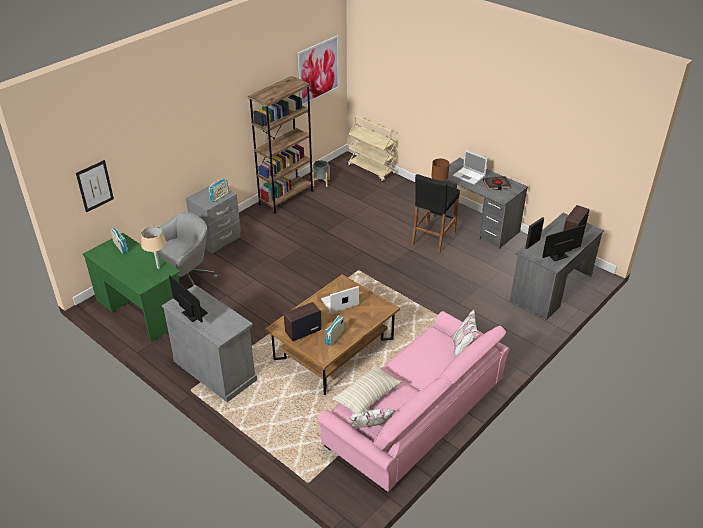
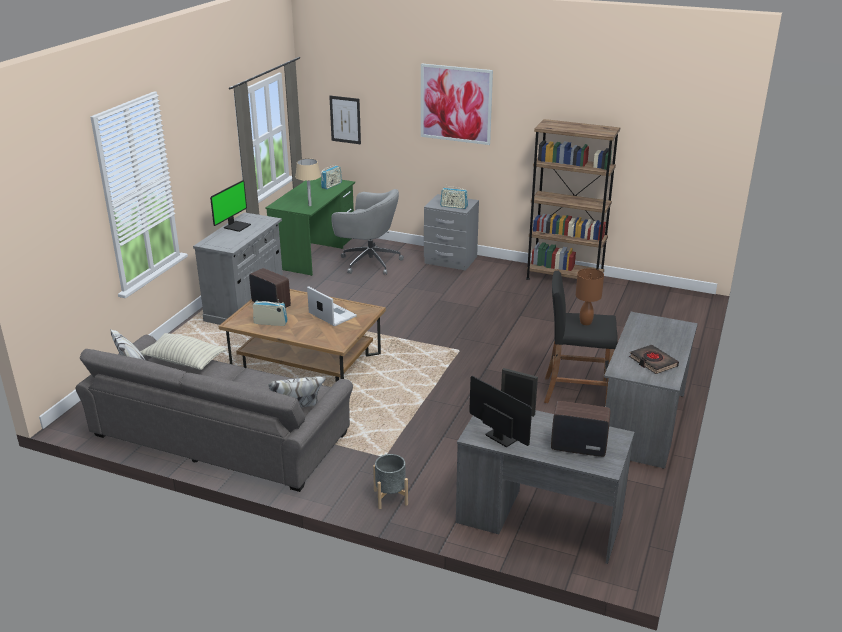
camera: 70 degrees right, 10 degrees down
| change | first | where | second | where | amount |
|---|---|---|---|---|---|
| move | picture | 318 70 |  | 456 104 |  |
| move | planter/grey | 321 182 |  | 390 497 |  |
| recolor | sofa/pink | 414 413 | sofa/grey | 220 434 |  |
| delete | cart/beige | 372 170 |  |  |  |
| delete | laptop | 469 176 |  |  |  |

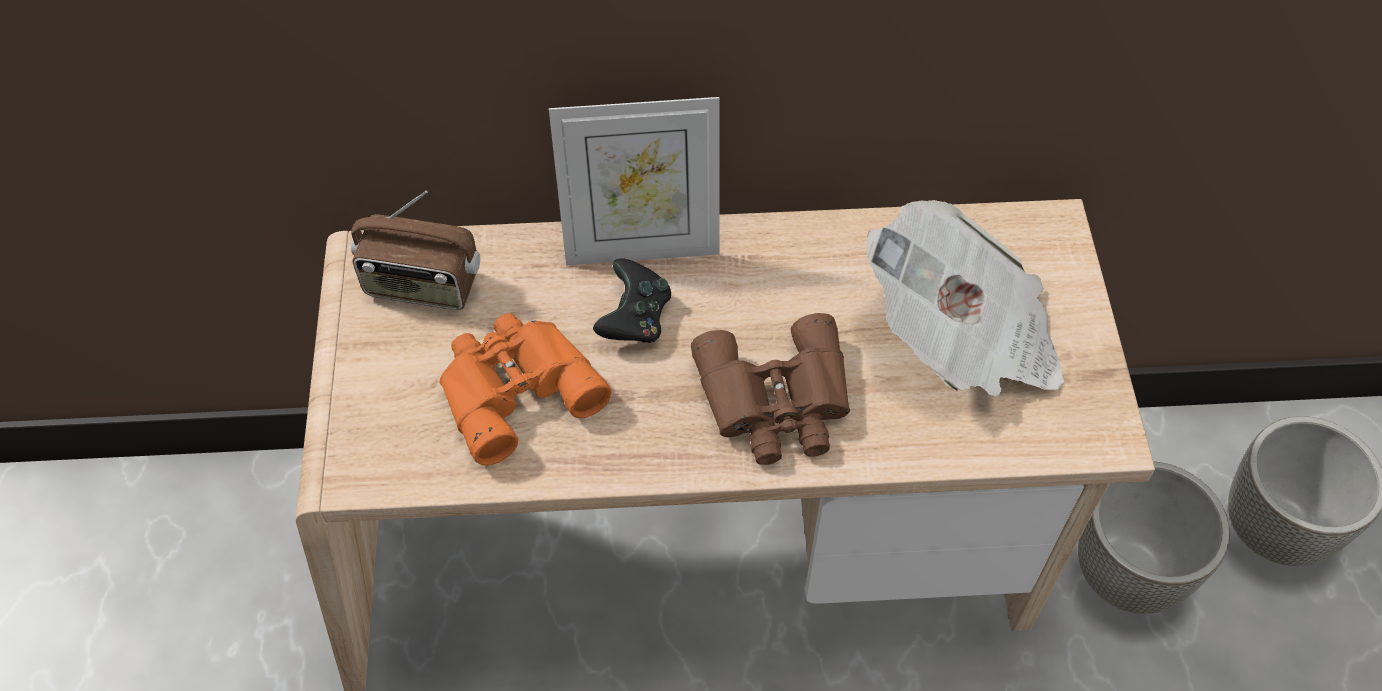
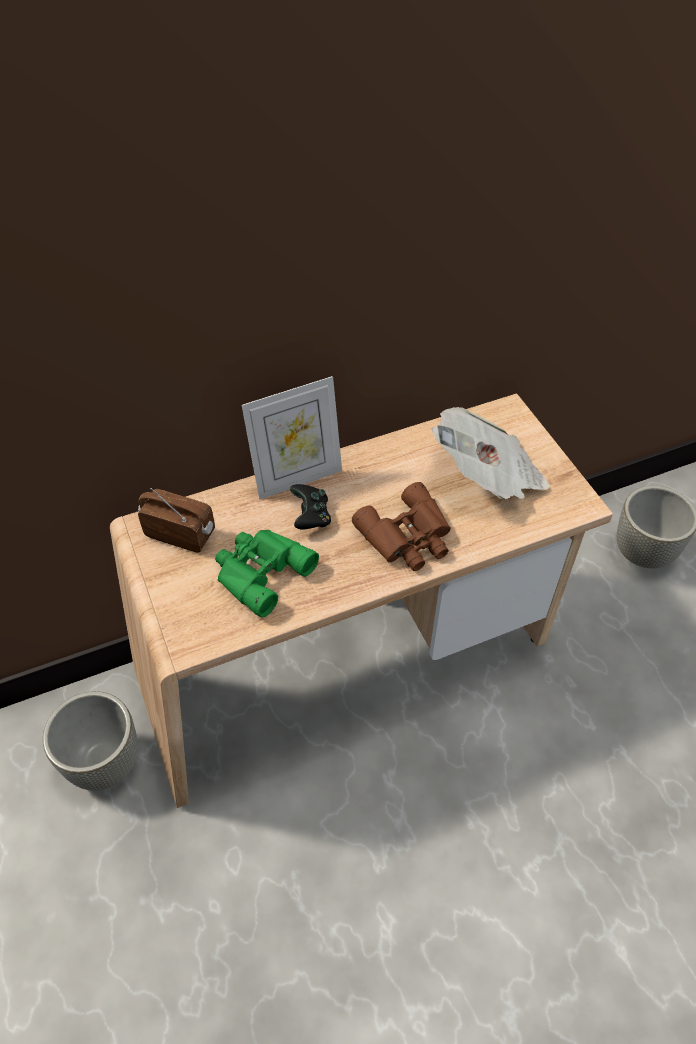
camera: 20 degrees left, 5 degrees down
| change | first | where | second | where | amount |
|---|---|---|---|---|---|
| rotate | radio | 422 286 |  | 181 533 | 150 degrees counterclockwise |
| recolor | binoculars/orange | 514 388 | binoculars/green | 260 572 |  |
| move | planter/grey | 1128 573 |  | 106 762 |  |

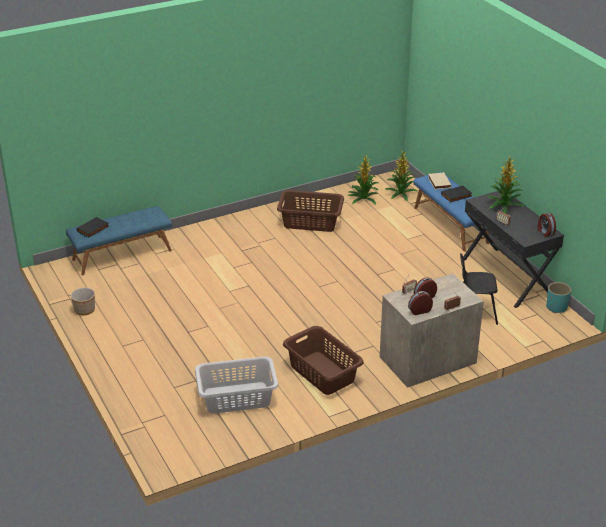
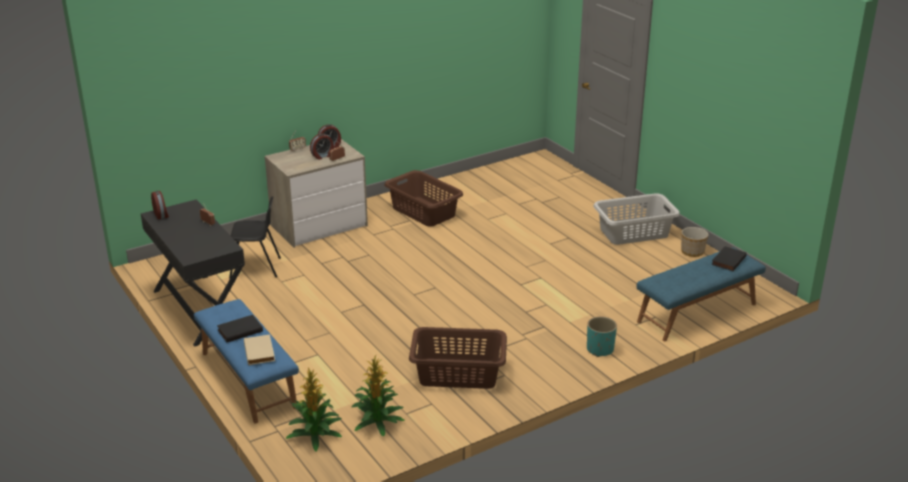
camera: 175 degrees right, 5 degrees down
| change | first | where | second | where | amount |
|---|---|---|---|---|---|
| move | laundry basket/grey | 236 397 |  | 634 233 |  |
| delete | potted plant | 503 205 |  |  |  |
| move | planter/turquoise | 556 307 |  | 600 349 |  |

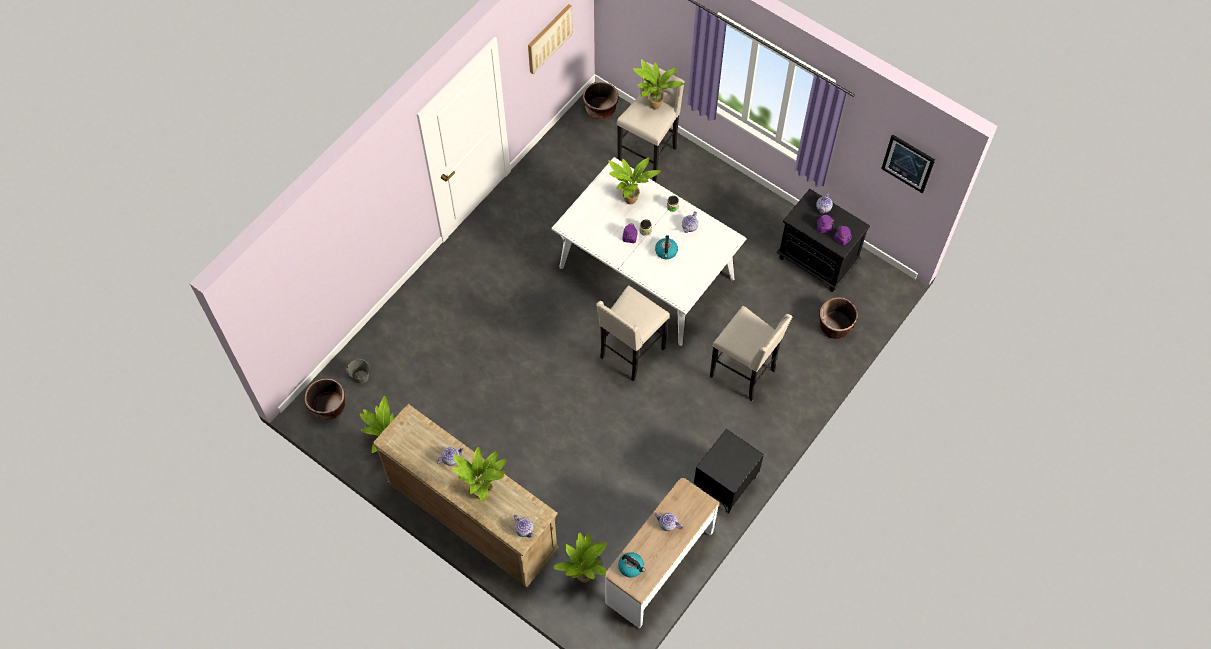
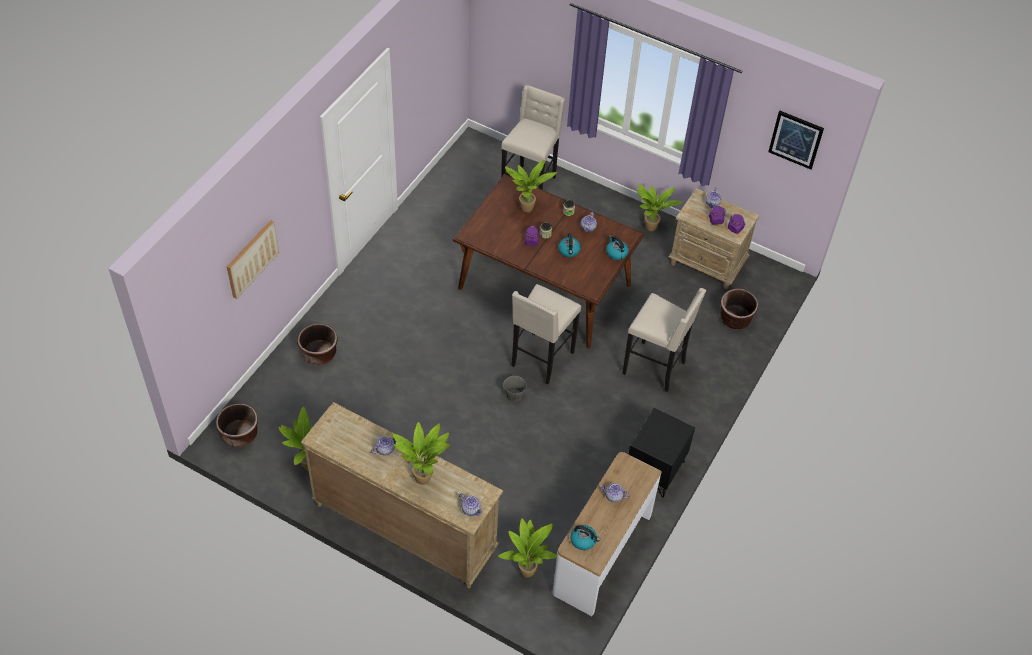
camera: 10 degrees left, 10 degrees down
| change | first | where | second | where | amount |
|---|---|---|---|---|---|
| move | bucket/grey | 360 377 |  | 514 395 |  |
| move | picture | 549 38 |  | 251 258 |  |
| recolor | dining table/white | 647 273 | dining table/brown | 545 286 |  |
| move | planter/brown | 600 109 |  | 319 354 |  |
| move | potted plant | 654 107 |  | 650 229 |  |
| recolor | nightstand/black | 817 261 | nightstand/beige | 707 264 |  |
| insert |  |  | kettle | 616 253 |  |

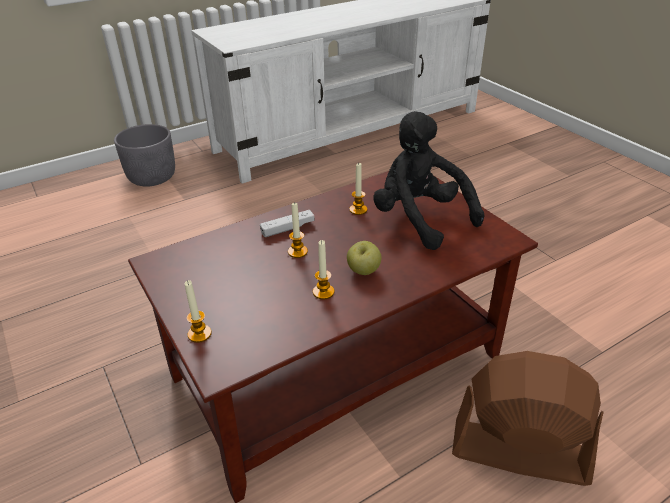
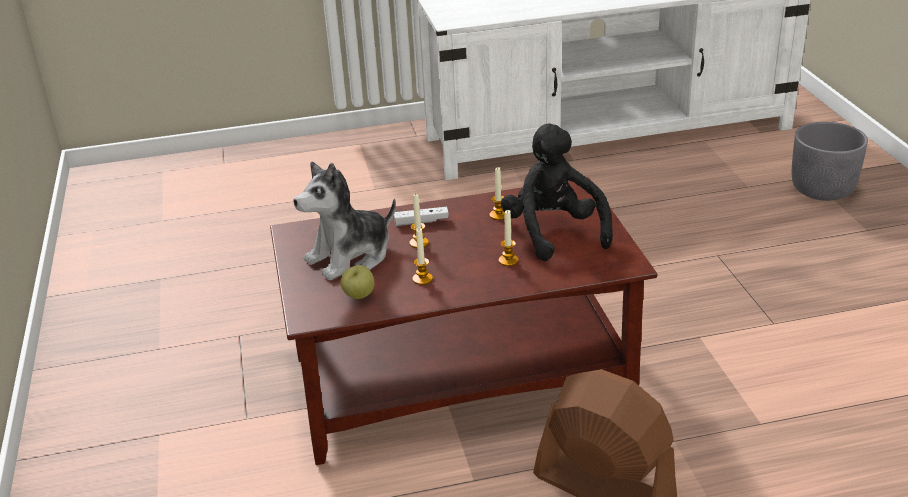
camera: 20 degrees right, 5 degrees down
| change | first | where | second | where | amount |
|---|---|---|---|---|---|
| move | planter/grey | 152 177 |  | 822 189 |  |
| move | candle | 199 334 |  | 508 260 |  |
| move | apple | 363 271 |  | 359 296 |  |
| insert |  |  | plush toy | 350 257 |  |

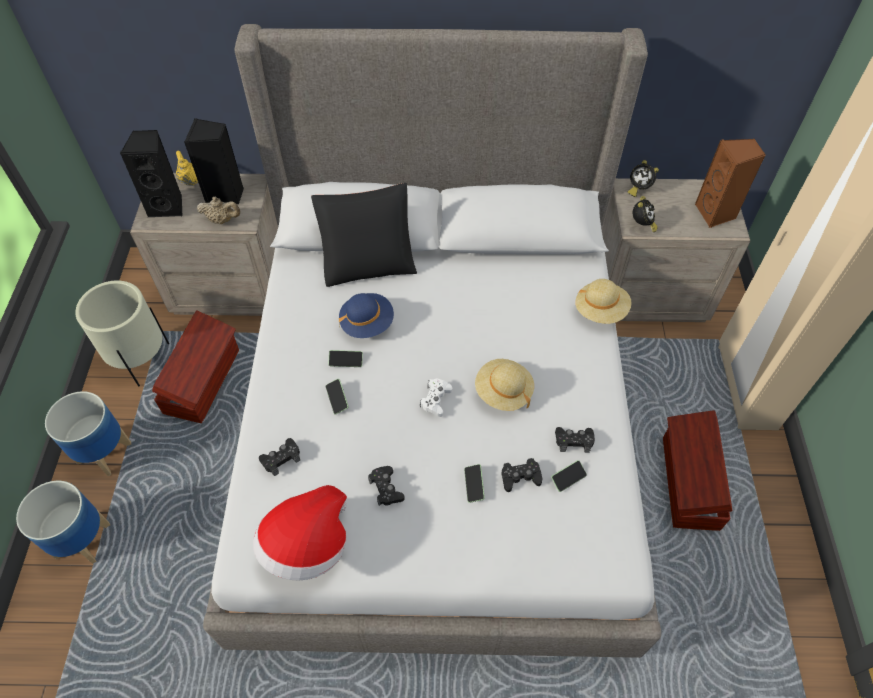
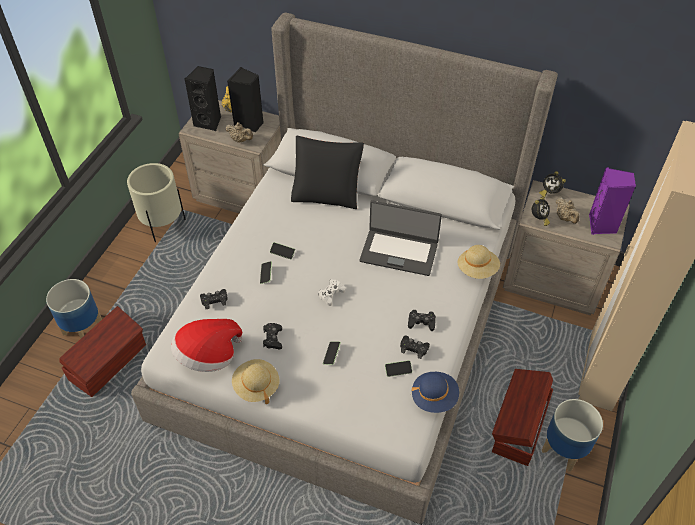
camera: 20 degrees right, 5 degrees down
| change | first | where | second | where | amount |
|---|---|---|---|---|---|
| move | planter | 104 454 |  | 563 451 |  |
| move | storage box/brown | 204 381 |  | 109 362 |  |
| move | hat/blue | 367 323 |  | 434 397 |  |
| move | hat/beige | 503 392 |  | 256 386 |  |
| move | game controller/black | 520 477 |  | 421 322 |  |
| recolor | speaker/brown | 716 214 | speaker/purple | 602 225 |  |
| insert |  |  | laptop | 399 252 |  |
| insert |  |  | teapot/beige | 565 218 |  |

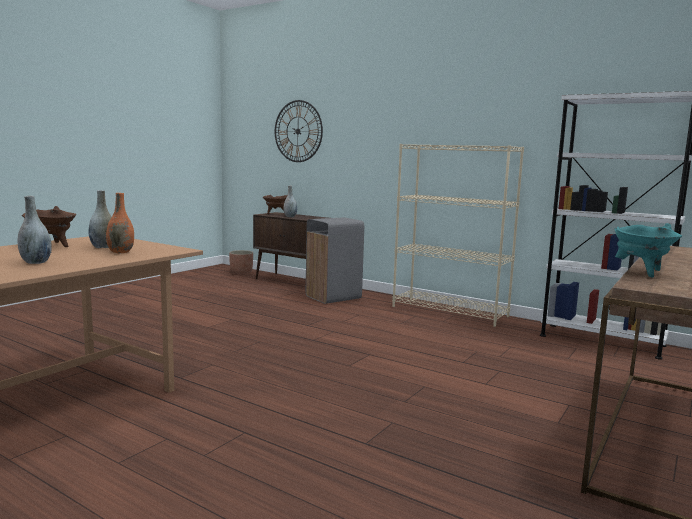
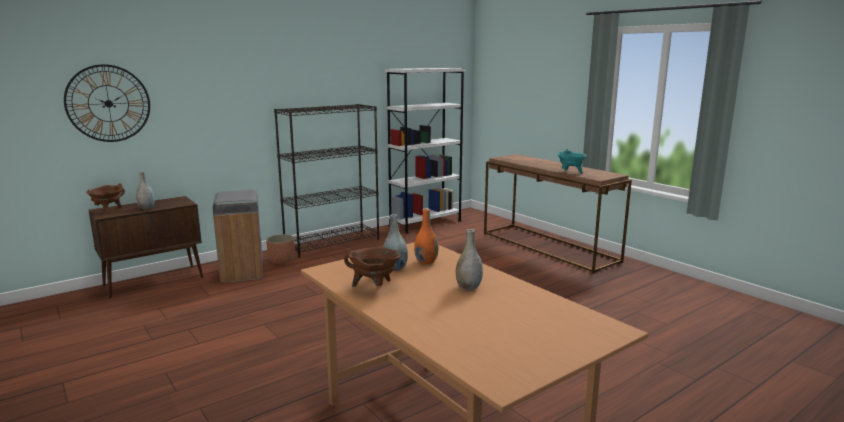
camera: 70 degrees left, 5 degrees up
| change | first | where | second | where | amount |
|---|---|---|---|---|---|
| move | planter | 241 272 |  | 281 260 |  |
| recolor | bookcase/beige | 450 311 | bookcase/black | 333 243 |  |

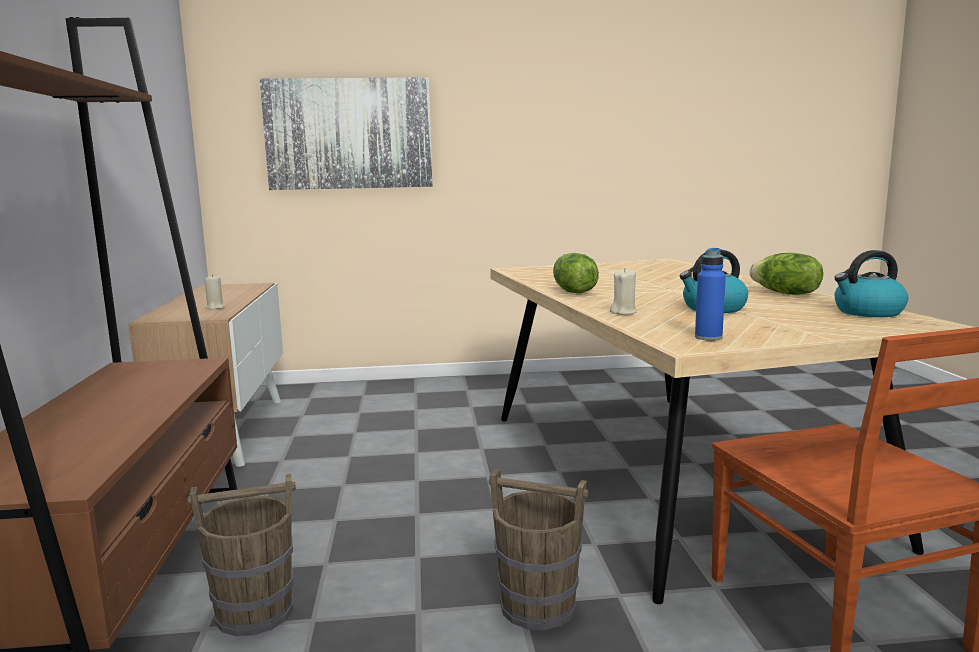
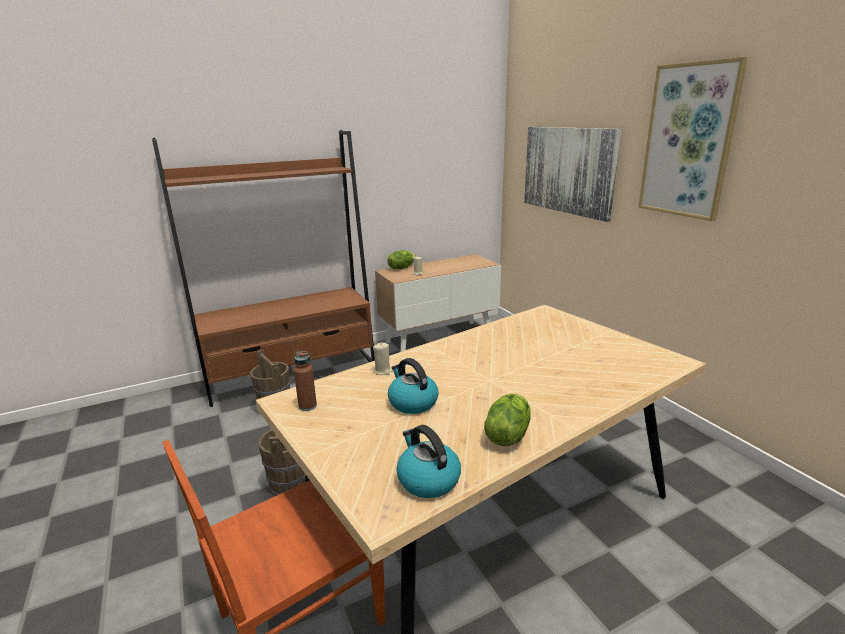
camera: 70 degrees right, 10 degrees up
| change | first | where | second | where | amount |
|---|---|---|---|---|---|
| move | lettuce | 573 292 |  | 401 268 |  |
| recolor | bottle/blue | 708 337 | bottle/brown | 307 406 |  |
| insert |  |  | picture | 688 141 |  |

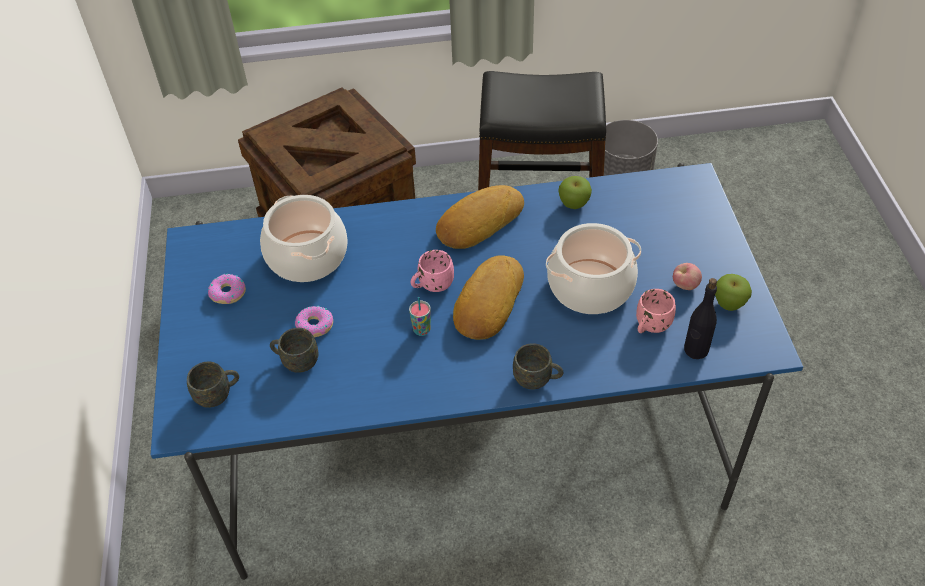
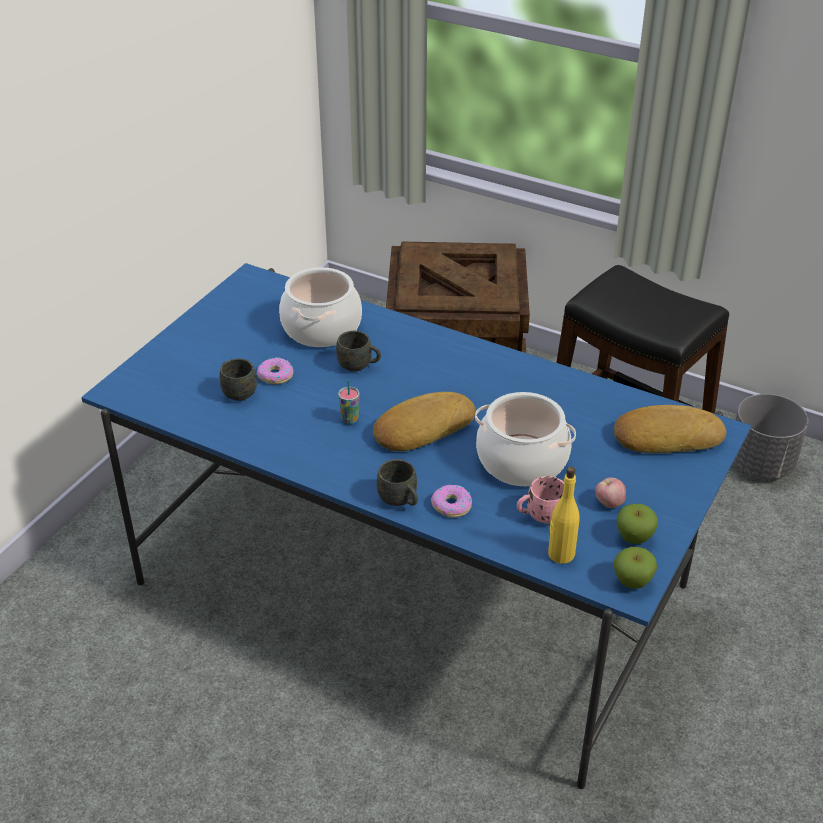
camera: 35 degrees right, 10 degrees down
| change | first | where | second | where | amount |
|---|---|---|---|---|---|
| move | mug/grey | 218 394 |  | 359 366 |  |
| move | donut | 228 293 |  | 451 506 |  |
| delete | mug/pink | 432 285 |  |  |  |
| move | bread | 478 222 |  | 666 436 |  |
| move | apple | 574 204 |  | 632 582 |  |
| recolor | bottle/black | 695 350 | bottle/yellow | 560 554 |  |

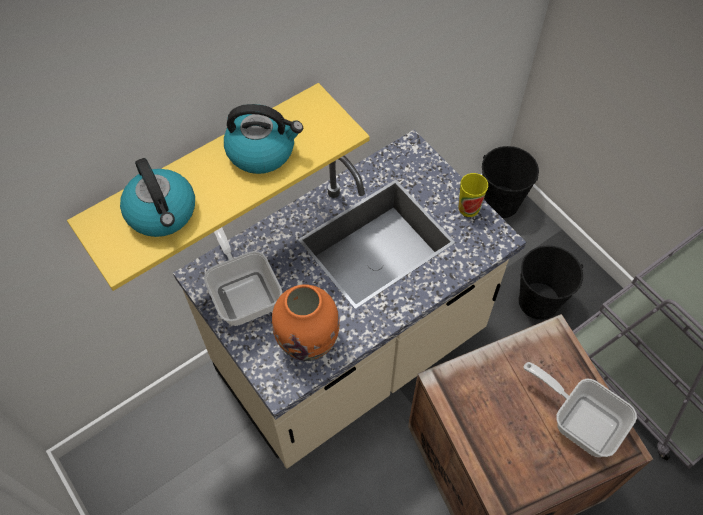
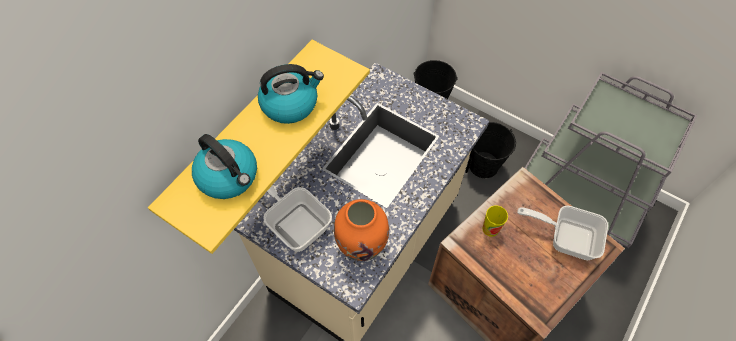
camera: 20 degrees left, 0 degrees up
| change | first | where | second | where | amount |
|---|---|---|---|---|---|
| move | cup | 469 208 |  | 490 229 |  |

